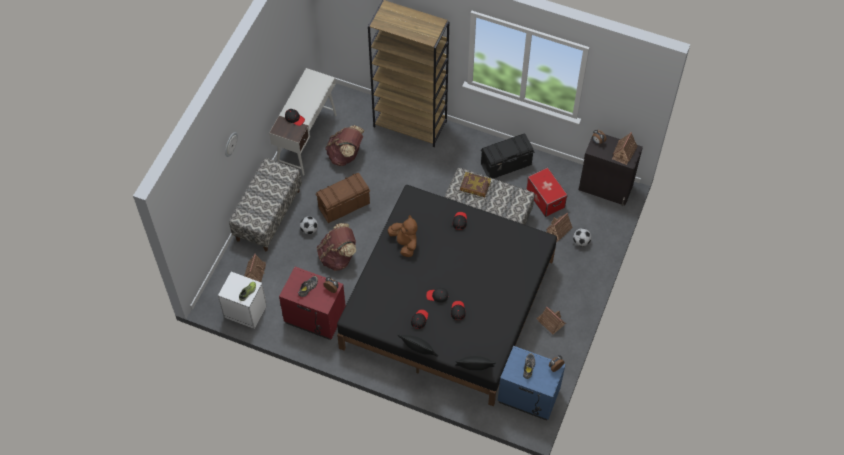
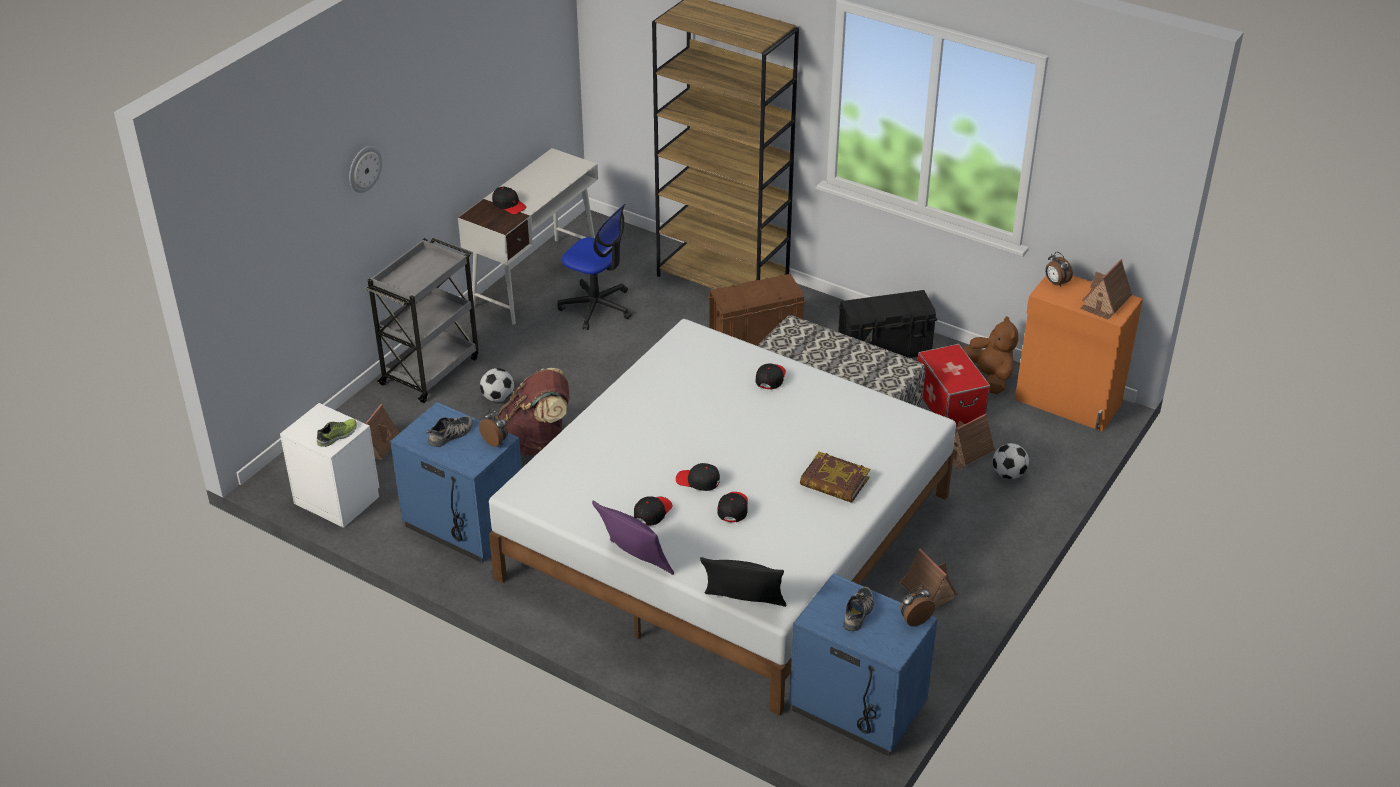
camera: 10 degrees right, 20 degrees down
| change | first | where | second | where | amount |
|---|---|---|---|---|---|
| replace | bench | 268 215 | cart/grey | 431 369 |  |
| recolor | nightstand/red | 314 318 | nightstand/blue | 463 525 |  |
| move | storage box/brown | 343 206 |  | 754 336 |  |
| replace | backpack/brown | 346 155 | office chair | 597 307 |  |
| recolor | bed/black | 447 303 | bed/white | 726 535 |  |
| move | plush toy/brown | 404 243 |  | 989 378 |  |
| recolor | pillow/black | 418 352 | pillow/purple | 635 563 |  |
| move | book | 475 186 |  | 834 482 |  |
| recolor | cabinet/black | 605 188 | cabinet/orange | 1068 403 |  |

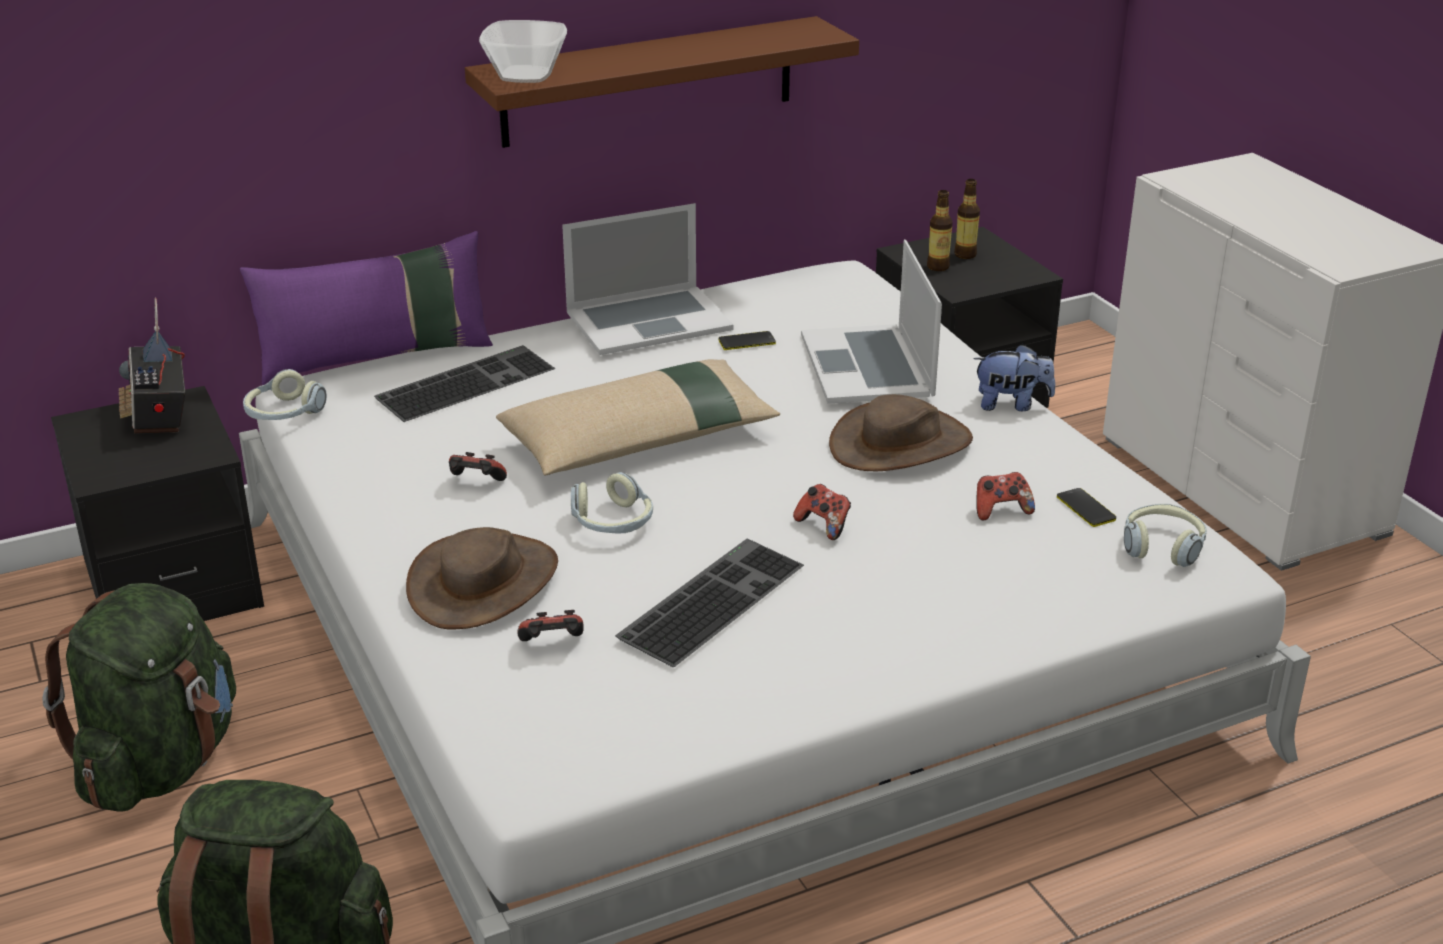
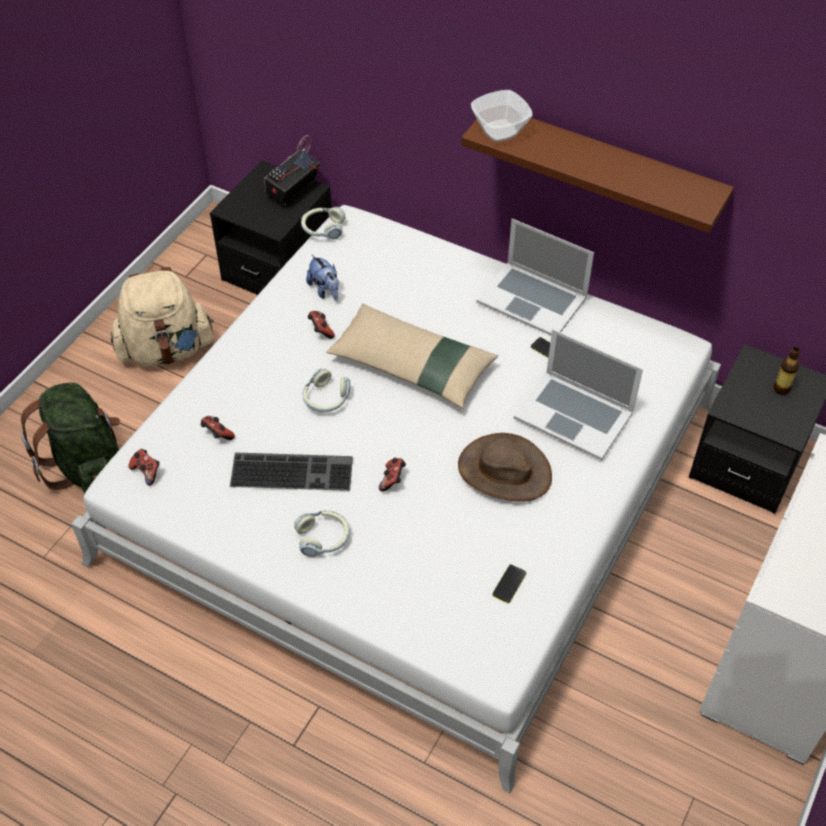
camera: 55 degrees right, 20 degrees up
| change | first | where | second | where | amount |
|---|---|---|---|---|---|
| recolor | backpack/green | 161 763 | backpack/beige | 166 350 |  |
| delete | pillow/purple | 377 357 |  |  |  |
| delete | keyboard | 466 382 |  |  |  |
| delete | hat/brown | 484 582 |  |  |  |
| rotate | laptop | 868 365 |  | 574 414 | 105 degrees counterclockwise |
| delete | bottle | 938 267 |  |  |  |
| move | plush toy | 1011 404 |  | 325 290 |  |
| move | game controller | 1001 510 |  | 147 472 |  |
| move | headphones | 1162 546 |  | 323 538 |  |

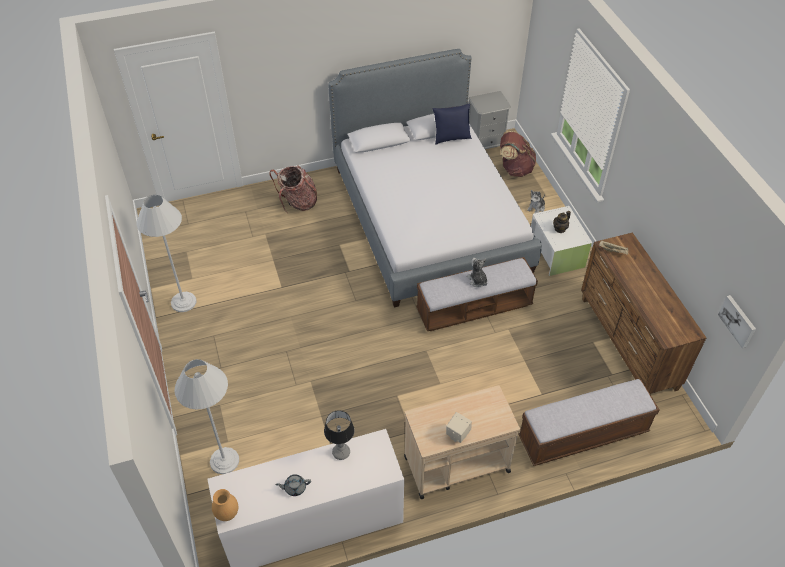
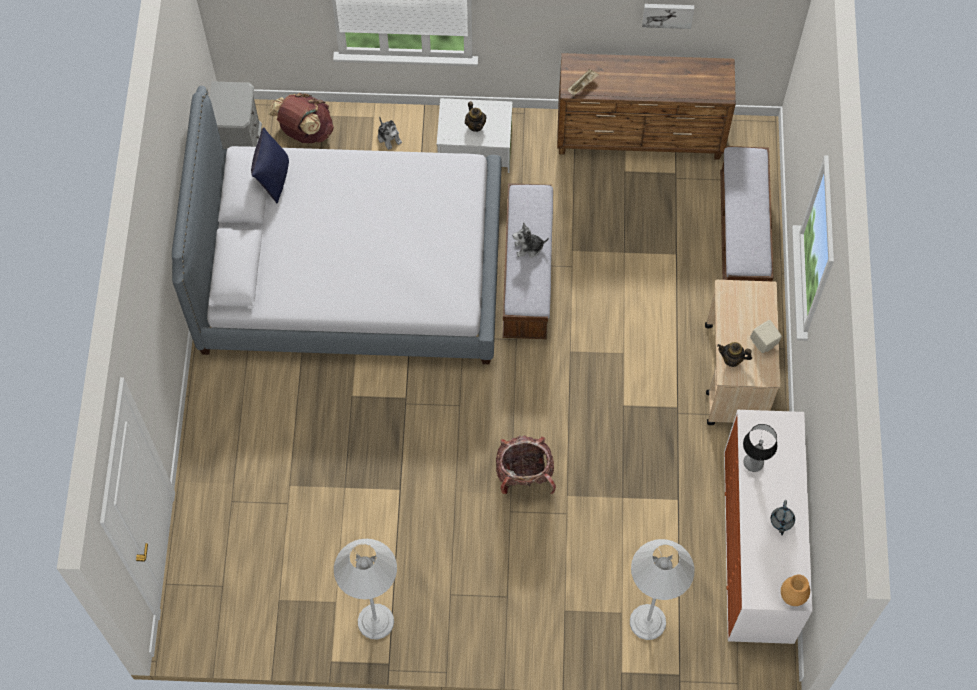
camera: 70 degrees left, 15 degrees up
| change | first | where | second | where | amount |
|---|---|---|---|---|---|
| move | backpack | 298 203 |  | 524 474 |  |
| move | picture | 738 321 |  | 667 14 |  |
| insert |  |  | teapot | 732 359 |  |

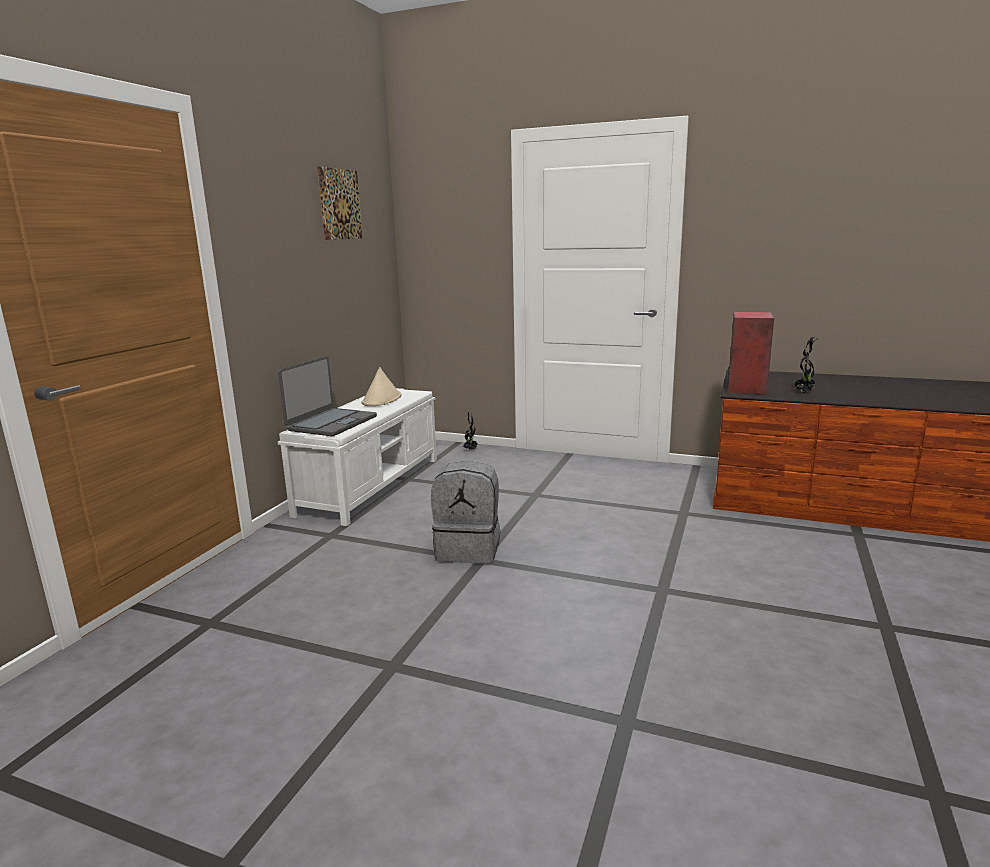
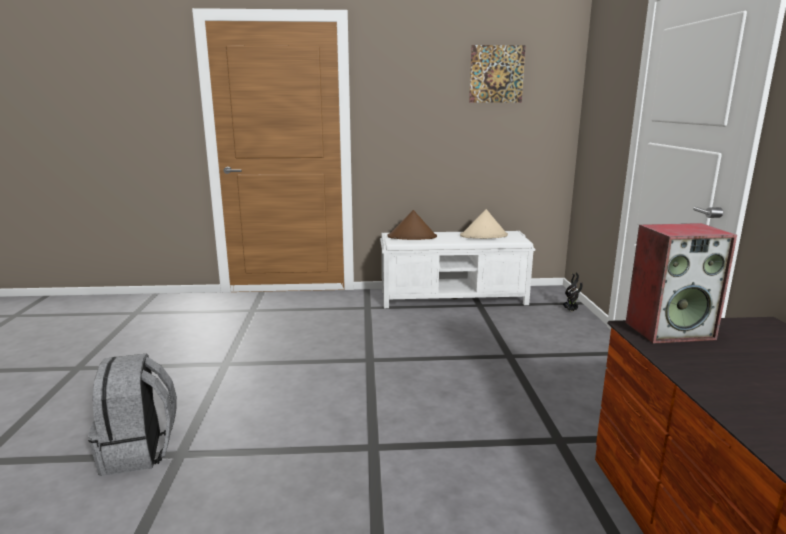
camera: 65 degrees right, 0 degrees up
| change | first | where | second | where | amount |
|---|---|---|---|---|---|
| replace | laptop | 331 423 | hat/brown | 412 237 |  |
| move | backpack/grey | 469 549 |  | 139 452 |  |
| delete | potted plant | 804 392 |  |  |  |

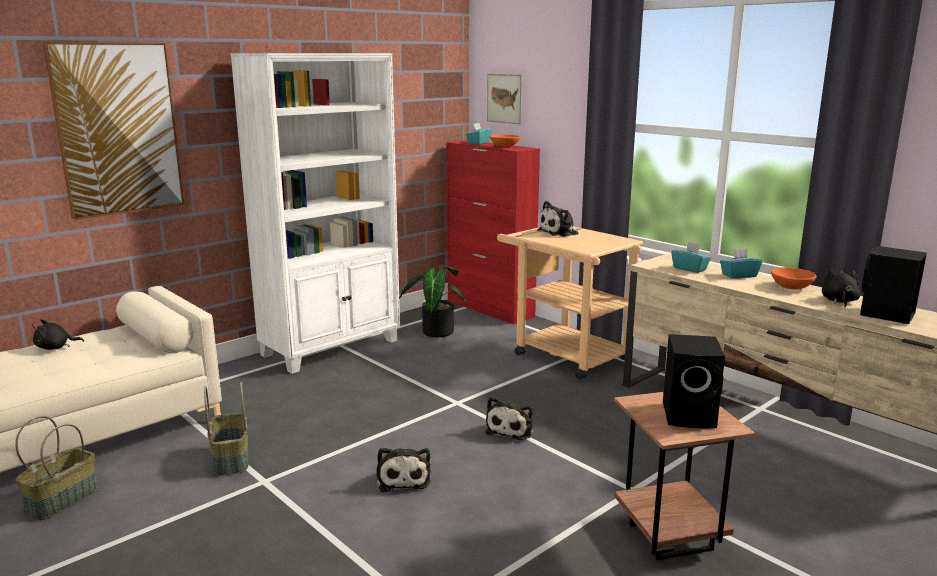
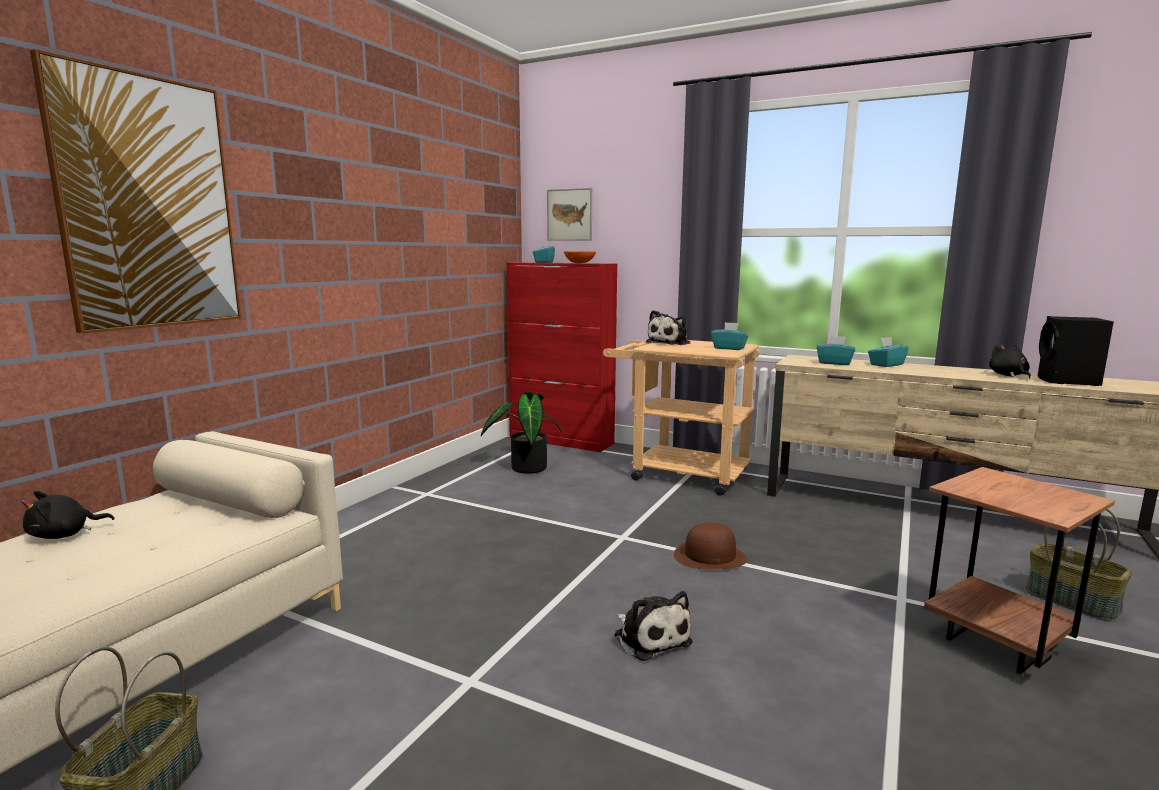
camera: 20 degrees left, 5 degrees down
| change | first | where | second | where | amount |
|---|---|---|---|---|---|
| move | basket | 232 459 |  | 1073 601 |  |
| delete | bookcase/white | 332 348 |  |  |  |
| replace | plush toy | 511 429 | hat/brown | 710 556 |  |
| delete | speaker/black | 691 415 |  |  |  |
| delete | bowl/orange | 791 287 |  |  |  |
| insert |  |  | tissue box/turquoise | 729 348 |  |

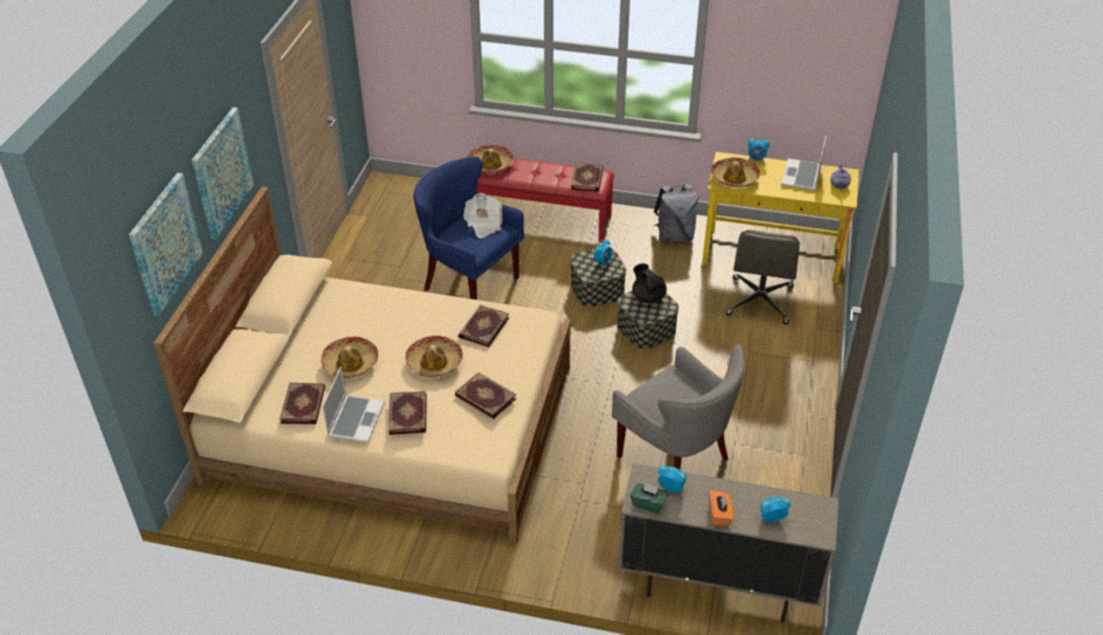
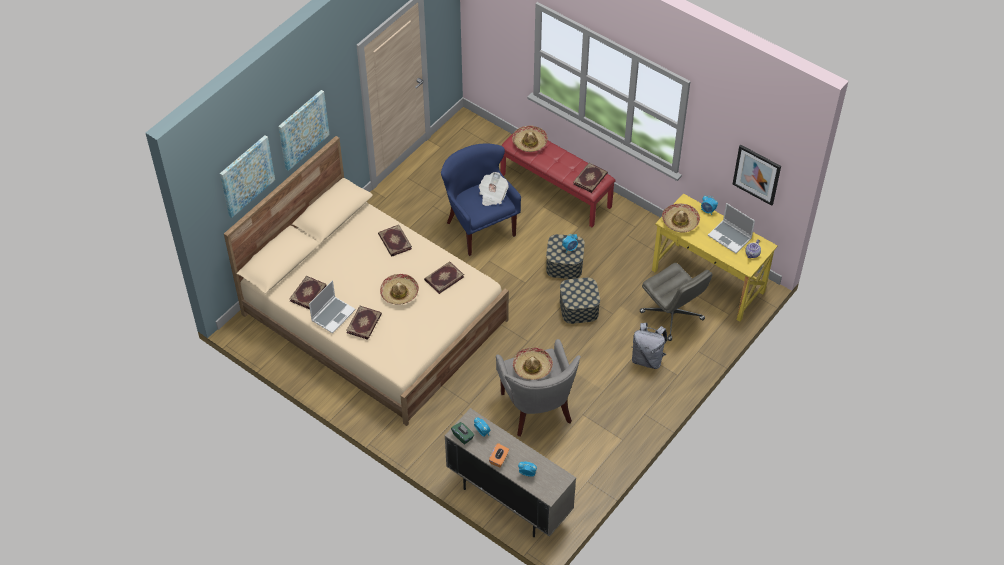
camera: 25 degrees right, 10 degrees up
| change | first | where | second | where | amount |
|---|---|---|---|---|---|
| move | hat | 350 363 |  | 532 367 |  |
| move | book | 485 398 |  | 394 242 |  |
| delete | teapot/black | 648 297 |  |  |  |
| move | backpack/grey | 674 236 |  | 647 359 |  |
| rotate | office chair/grey | 760 301 |  | 672 316 | 75 degrees counterclockwise |
| rotate | laptop | 802 176 |  | 730 237 | 90 degrees counterclockwise |
| insert |  |  | picture | 757 174 |  |

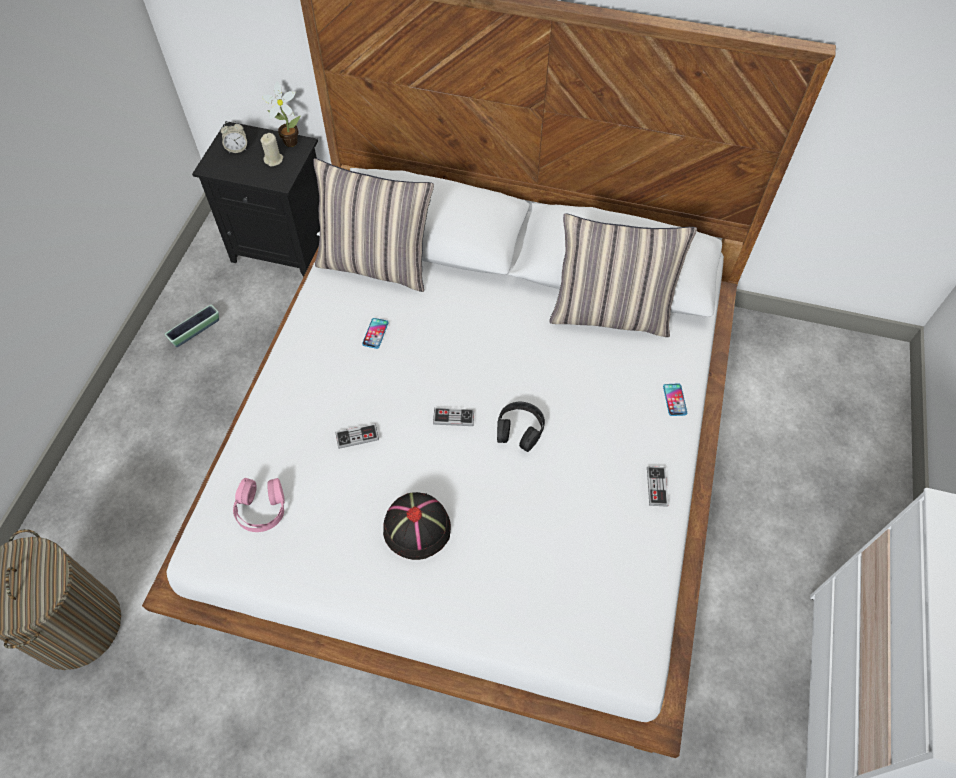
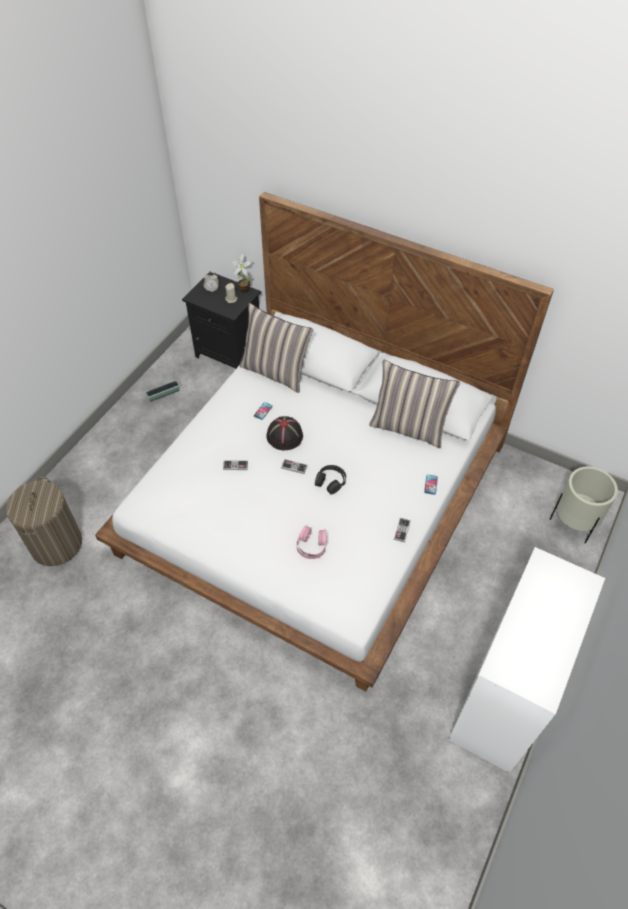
camera: 15 degrees right, 5 degrees down
| change | first | where | second | where | amount |
|---|---|---|---|---|---|
| move | headphones/pink | 261 508 |  | 311 545 |  |
| move | hat/black | 416 527 |  | 285 435 |  |
| insert |  |  | planter/beige | 573 524 |  |

